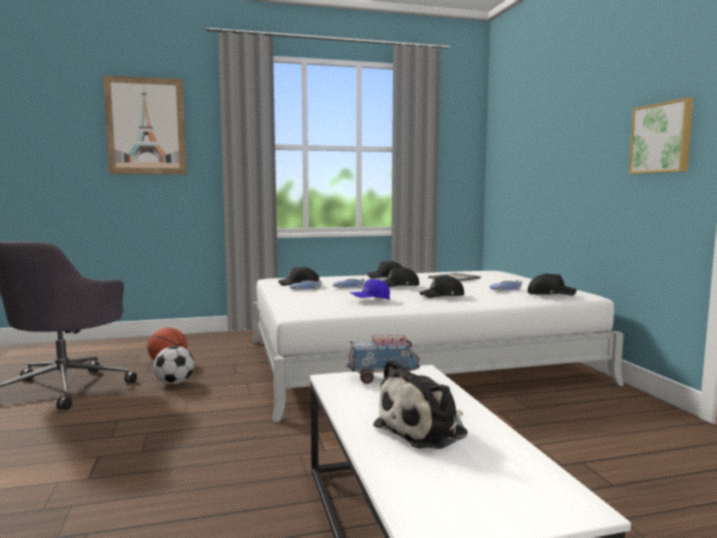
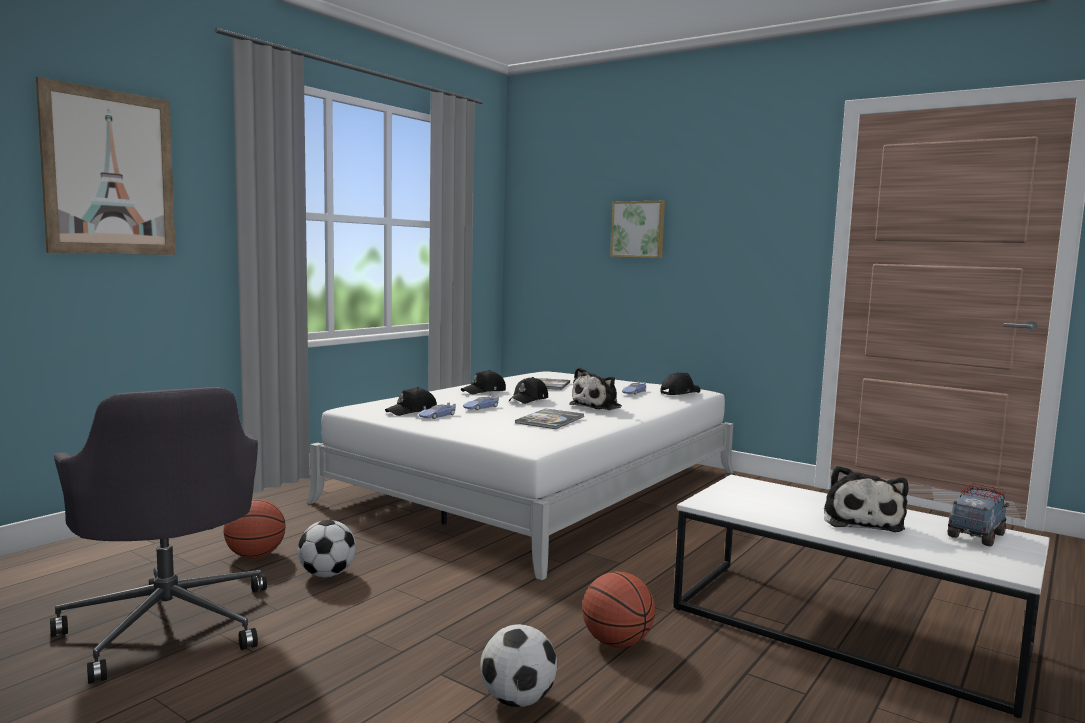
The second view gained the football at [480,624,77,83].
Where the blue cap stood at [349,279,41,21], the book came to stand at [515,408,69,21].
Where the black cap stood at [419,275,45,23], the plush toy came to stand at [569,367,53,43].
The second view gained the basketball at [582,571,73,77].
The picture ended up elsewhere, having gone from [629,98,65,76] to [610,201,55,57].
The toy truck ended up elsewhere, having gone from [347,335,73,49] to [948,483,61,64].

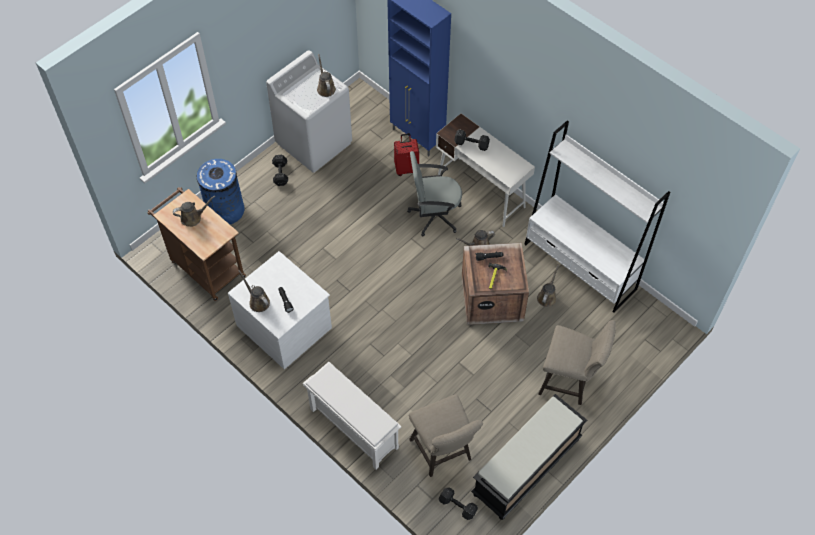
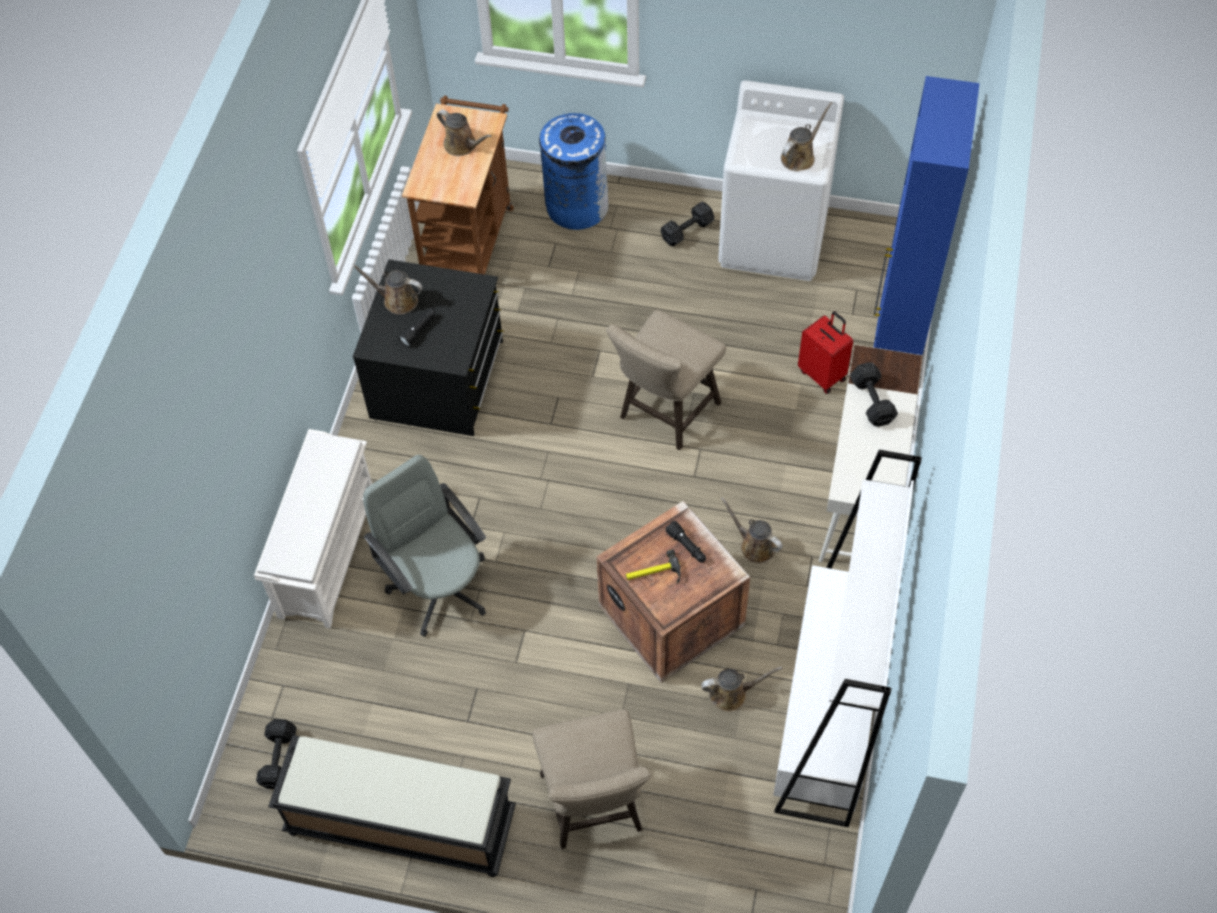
What was the white dresser at [228,251,104,118] turned into the black dresser at [353,259,151,177].
The brown watering can at [239,270,31,42] ended up facing another way, 90 degrees counterclockwise from before.
The grey office chair ended up elsewhere, having gone from [407,151,55,85] to [363,455,123,182].
The beige stool ended up elsewhere, having gone from [409,394,74,83] to [606,310,120,140].

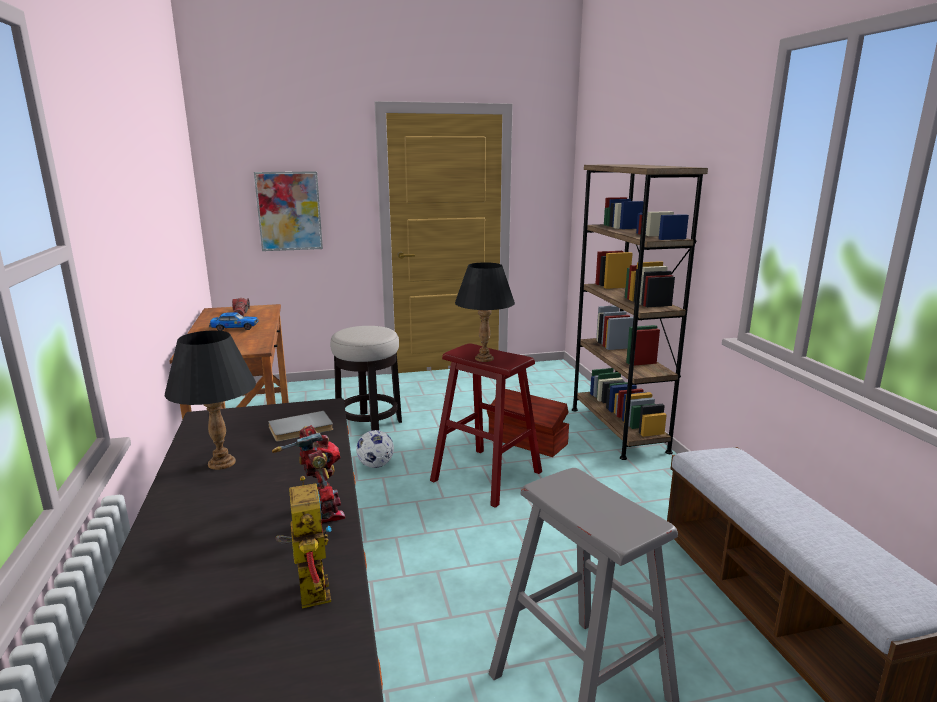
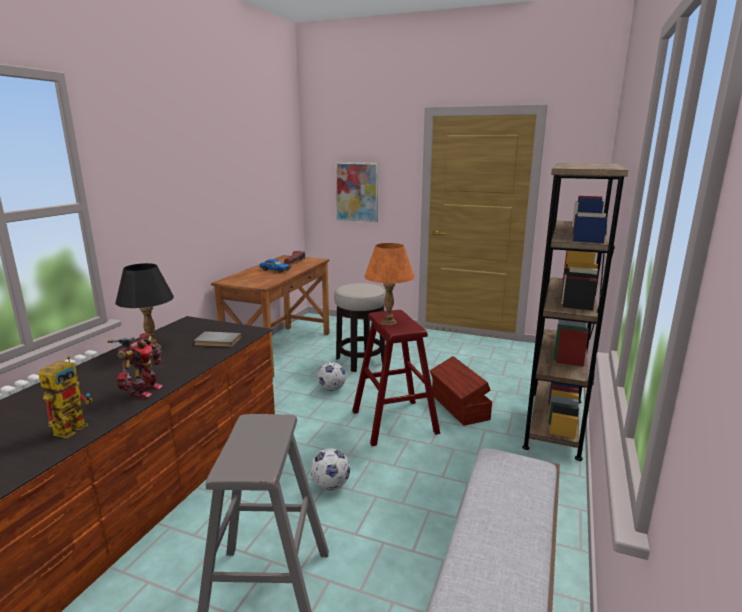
The second view gained the football at [310,449,40,41].
What was the black table lamp at [455,262,60,100] turned into the orange table lamp at [364,243,50,83].

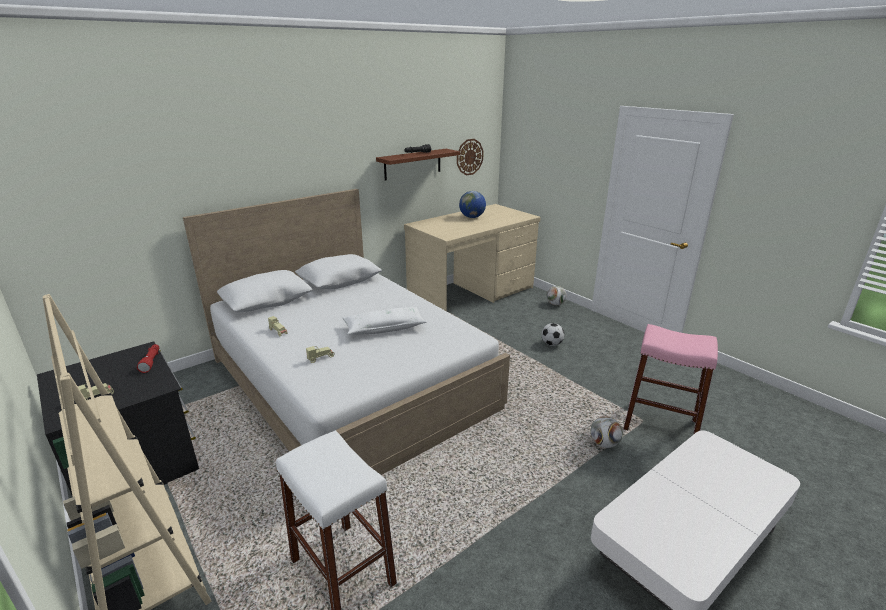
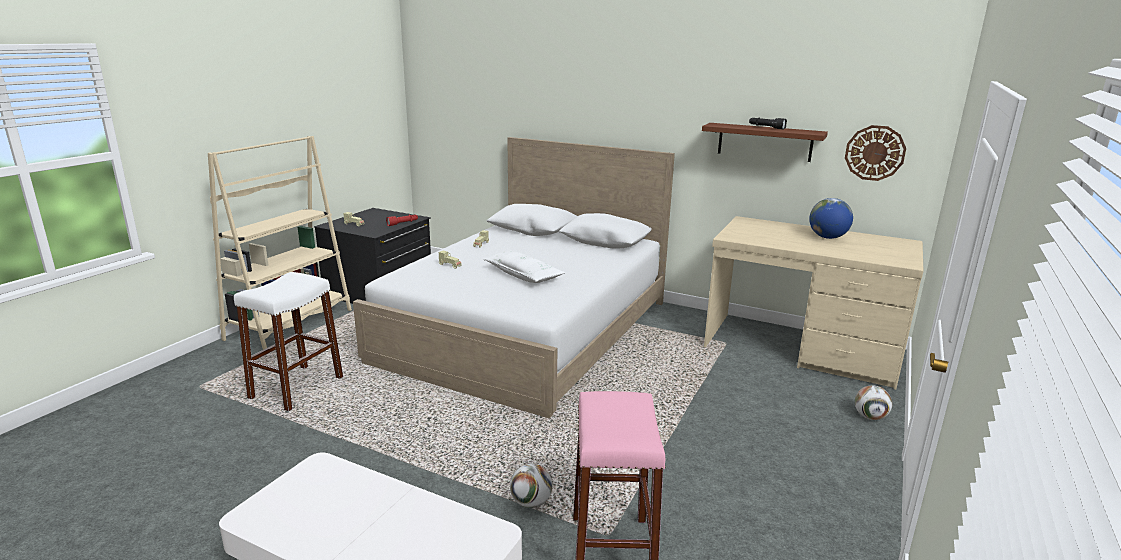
The second view lost the football at [541,323,24,23].

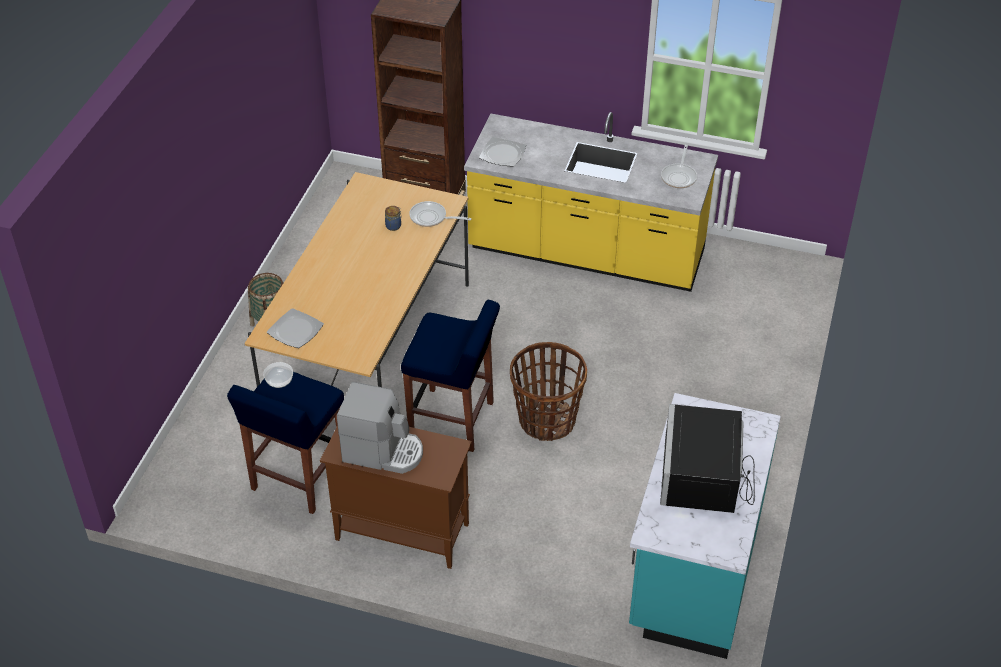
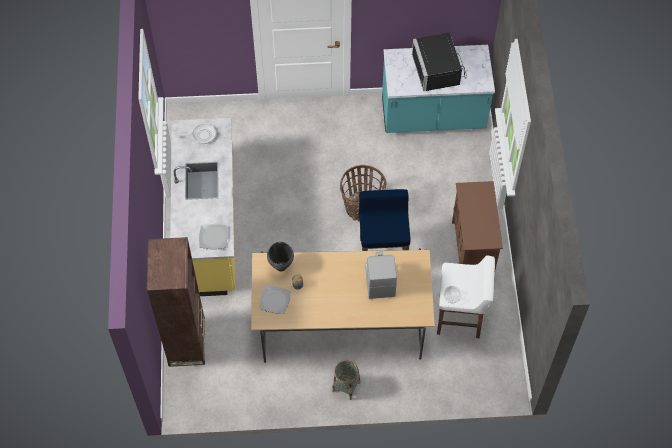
The plate ended up elsewhere, having gone from [267,308,57,40] to [259,286,32,28].
Where the frying pan stood at [409,201,63,26], the black cooking pot came to stand at [267,242,27,29].
The coffee machine ended up elsewhere, having gone from [337,382,86,92] to [365,252,32,47].
The black microwave at [660,404,95,109] ended up facing another way, 90 degrees clockwise from before.
What was the blue stool at [227,372,117,142] turned into the white stool at [437,256,58,82].

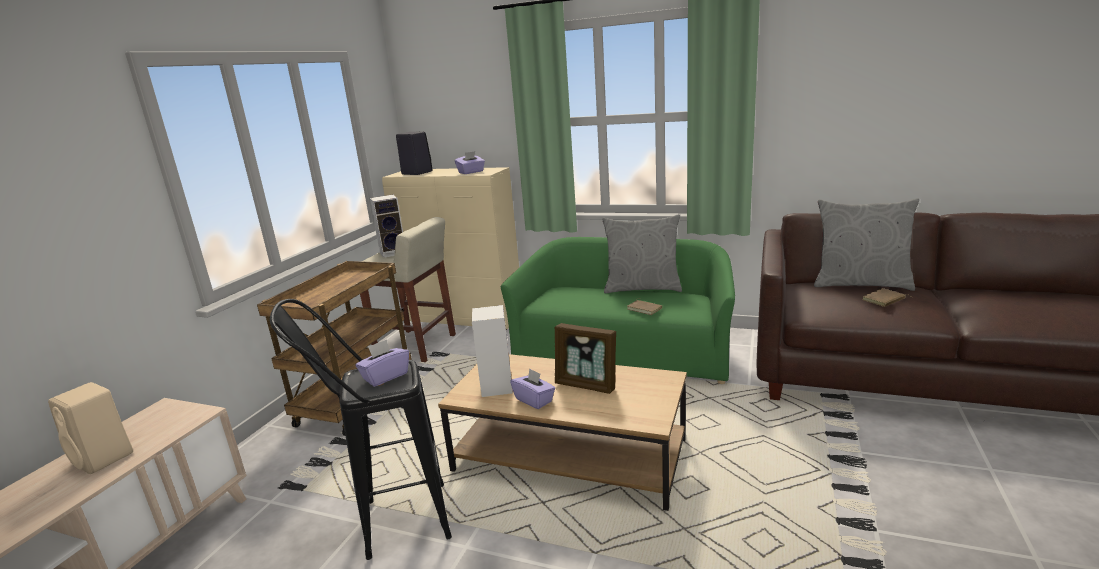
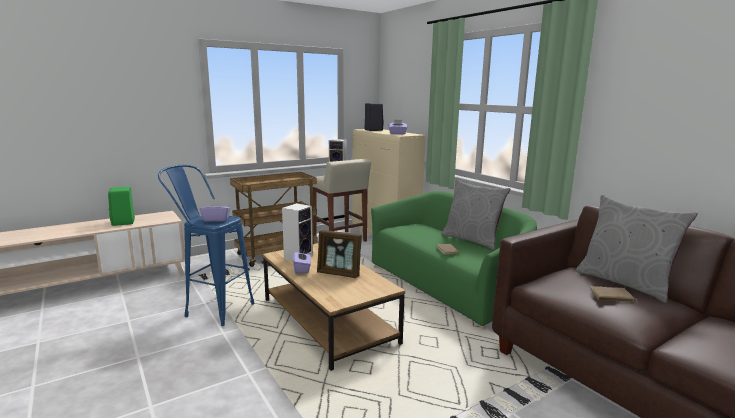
What was the beige speaker at [48,382,85,92] turned into the green speaker at [108,187,27,39].
What was the black stool at [270,299,182,261] turned into the blue stool at [158,165,97,161].
The picture frame at [555,323,61,71] ended up facing another way, 45 degrees counterclockwise from before.

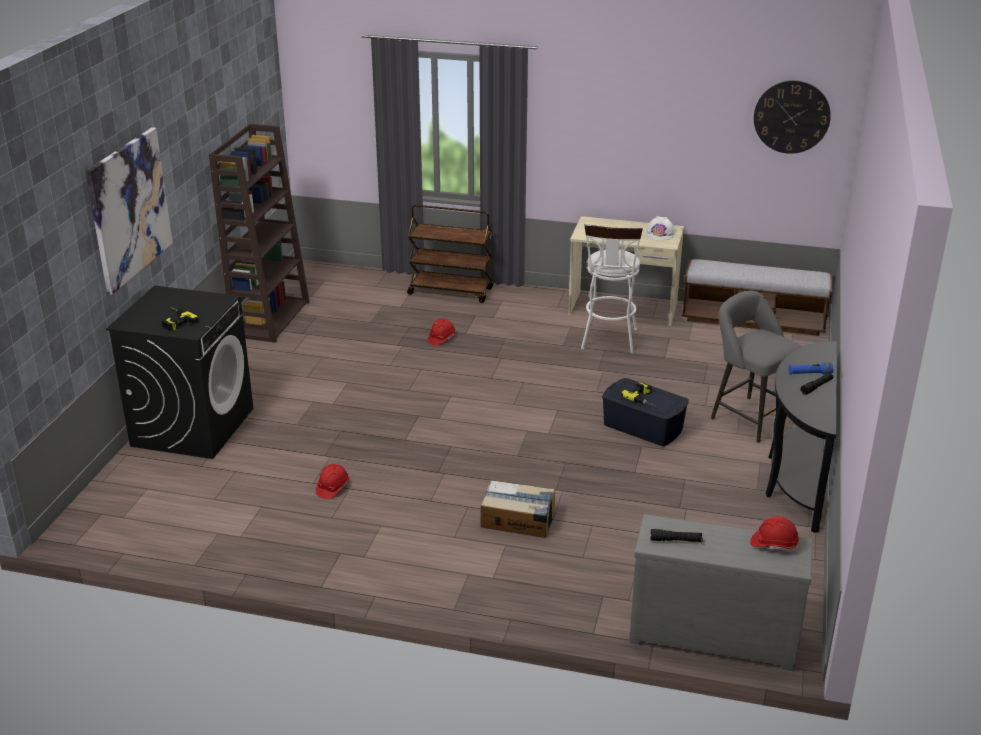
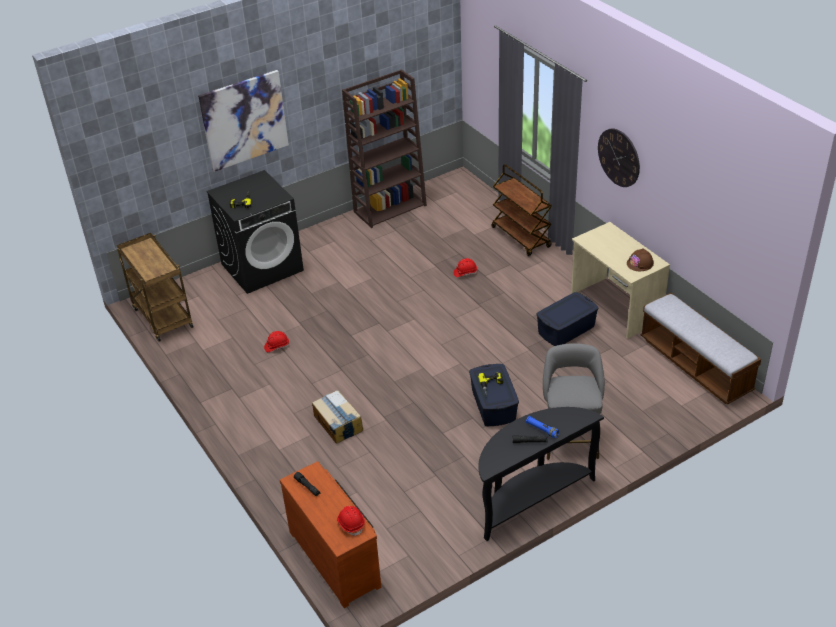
The second view gained the brown cart at [117,233,76,109].
What was the grey dresser at [629,514,184,157] turned into the brown dresser at [280,461,101,147].
Where the white stool stood at [581,224,62,129], the blue storage box came to stand at [536,292,62,54].
The wall clock ended up elsewhere, having gone from [754,80,77,74] to [598,128,42,59].
What was the white hard hat at [645,216,30,25] turned into the brown hard hat at [627,248,27,23].

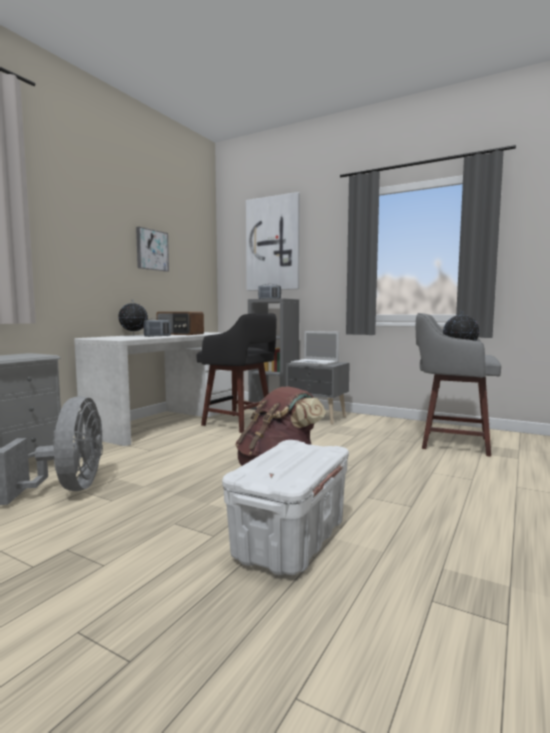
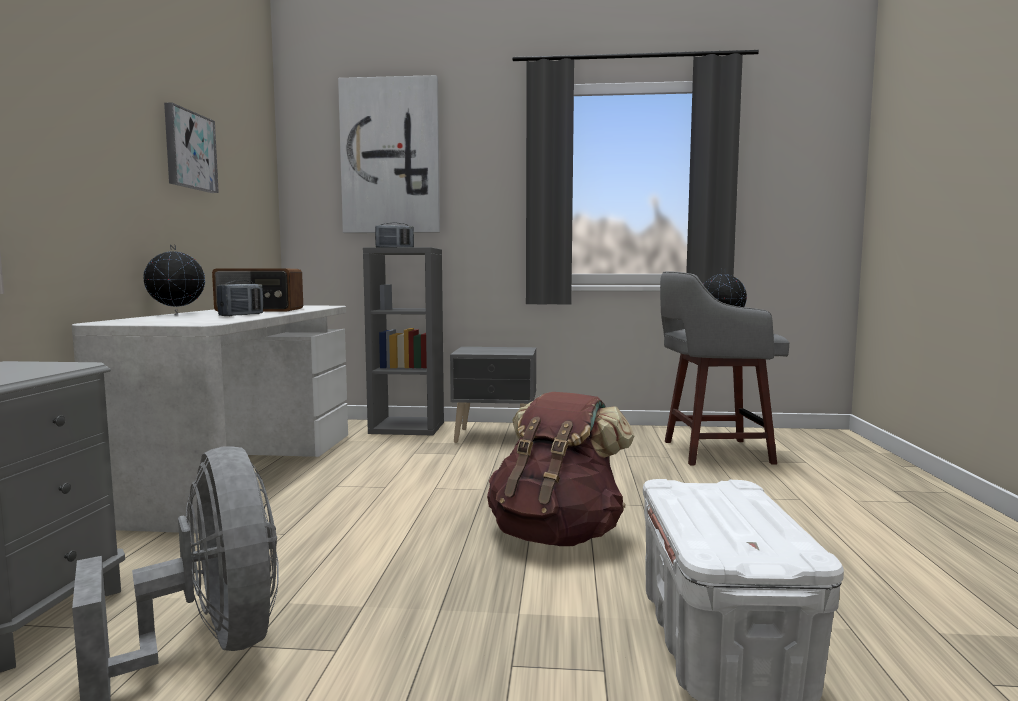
The second view lost the black stool at [196,313,81,120].
The second view lost the laptop at [291,331,48,35].

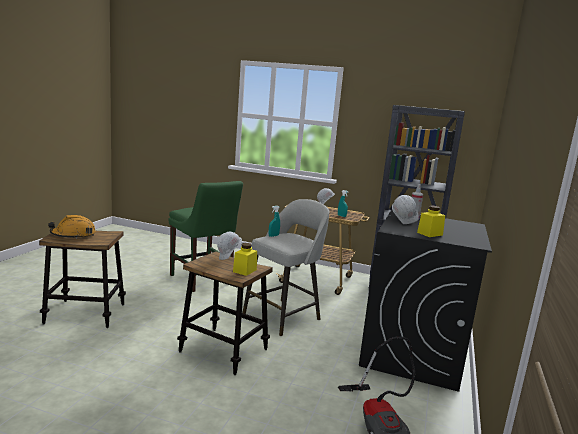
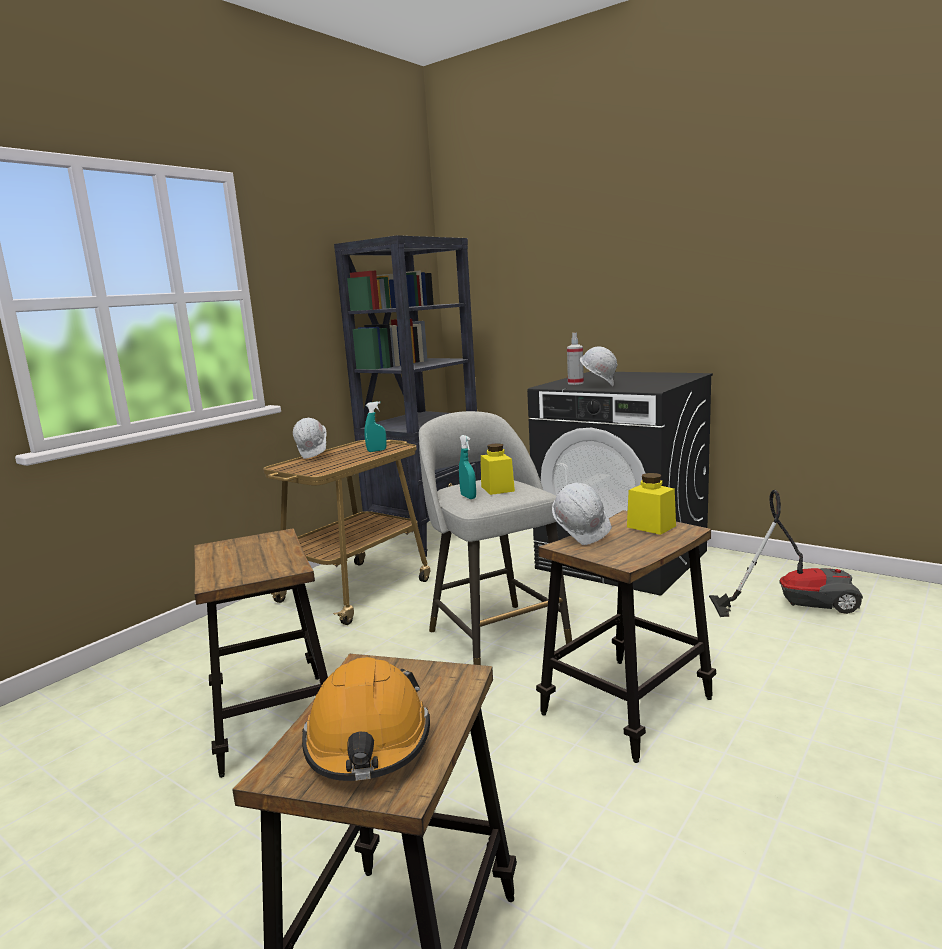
Where the green chair stood at [169,181,74,111], the stool came to stand at [194,528,134,250].
The yellow jar ended up elsewhere, having gone from [417,206,28,31] to [481,444,34,51].

